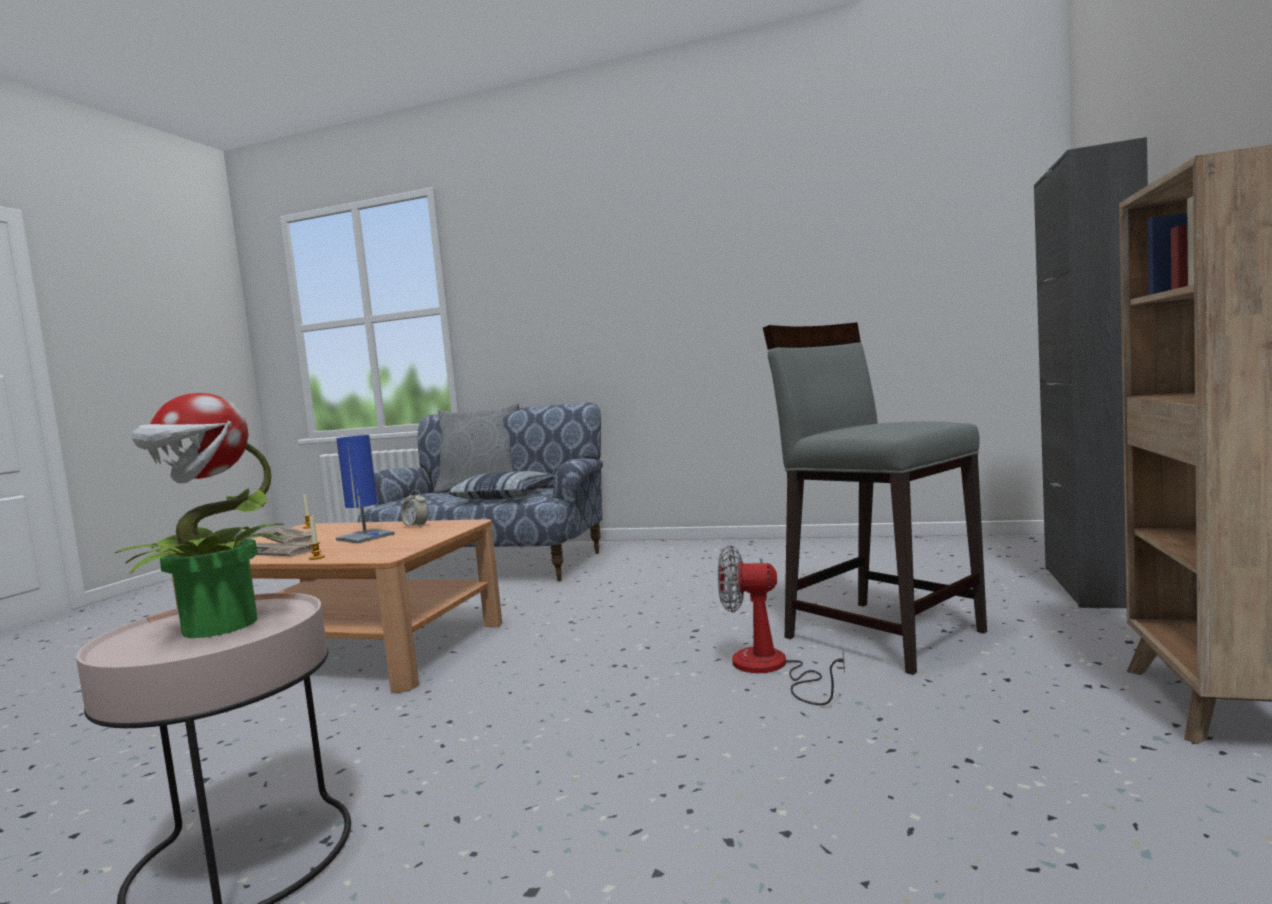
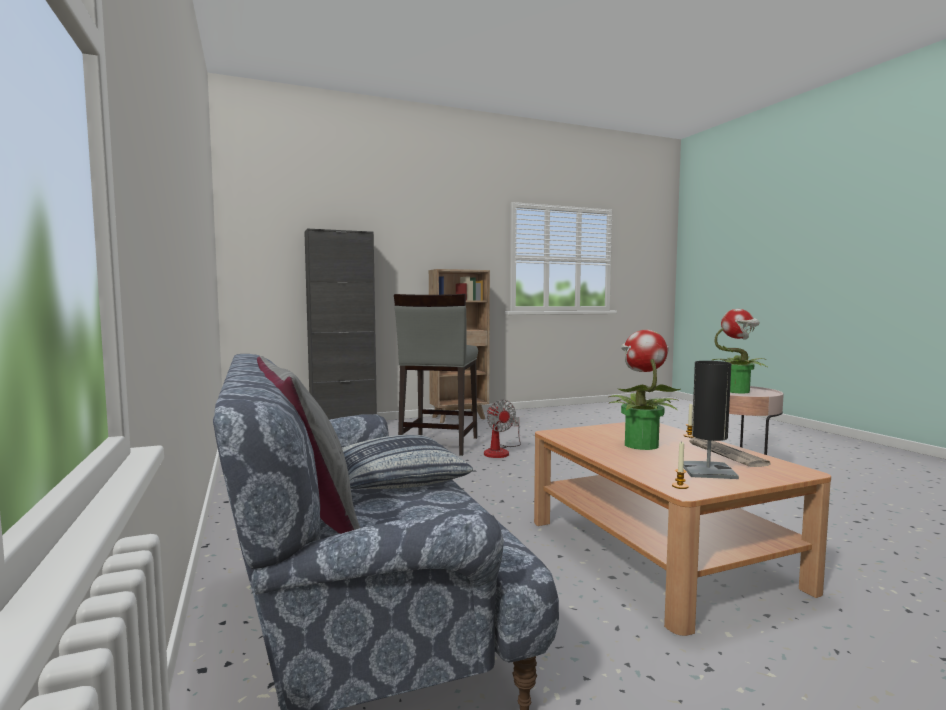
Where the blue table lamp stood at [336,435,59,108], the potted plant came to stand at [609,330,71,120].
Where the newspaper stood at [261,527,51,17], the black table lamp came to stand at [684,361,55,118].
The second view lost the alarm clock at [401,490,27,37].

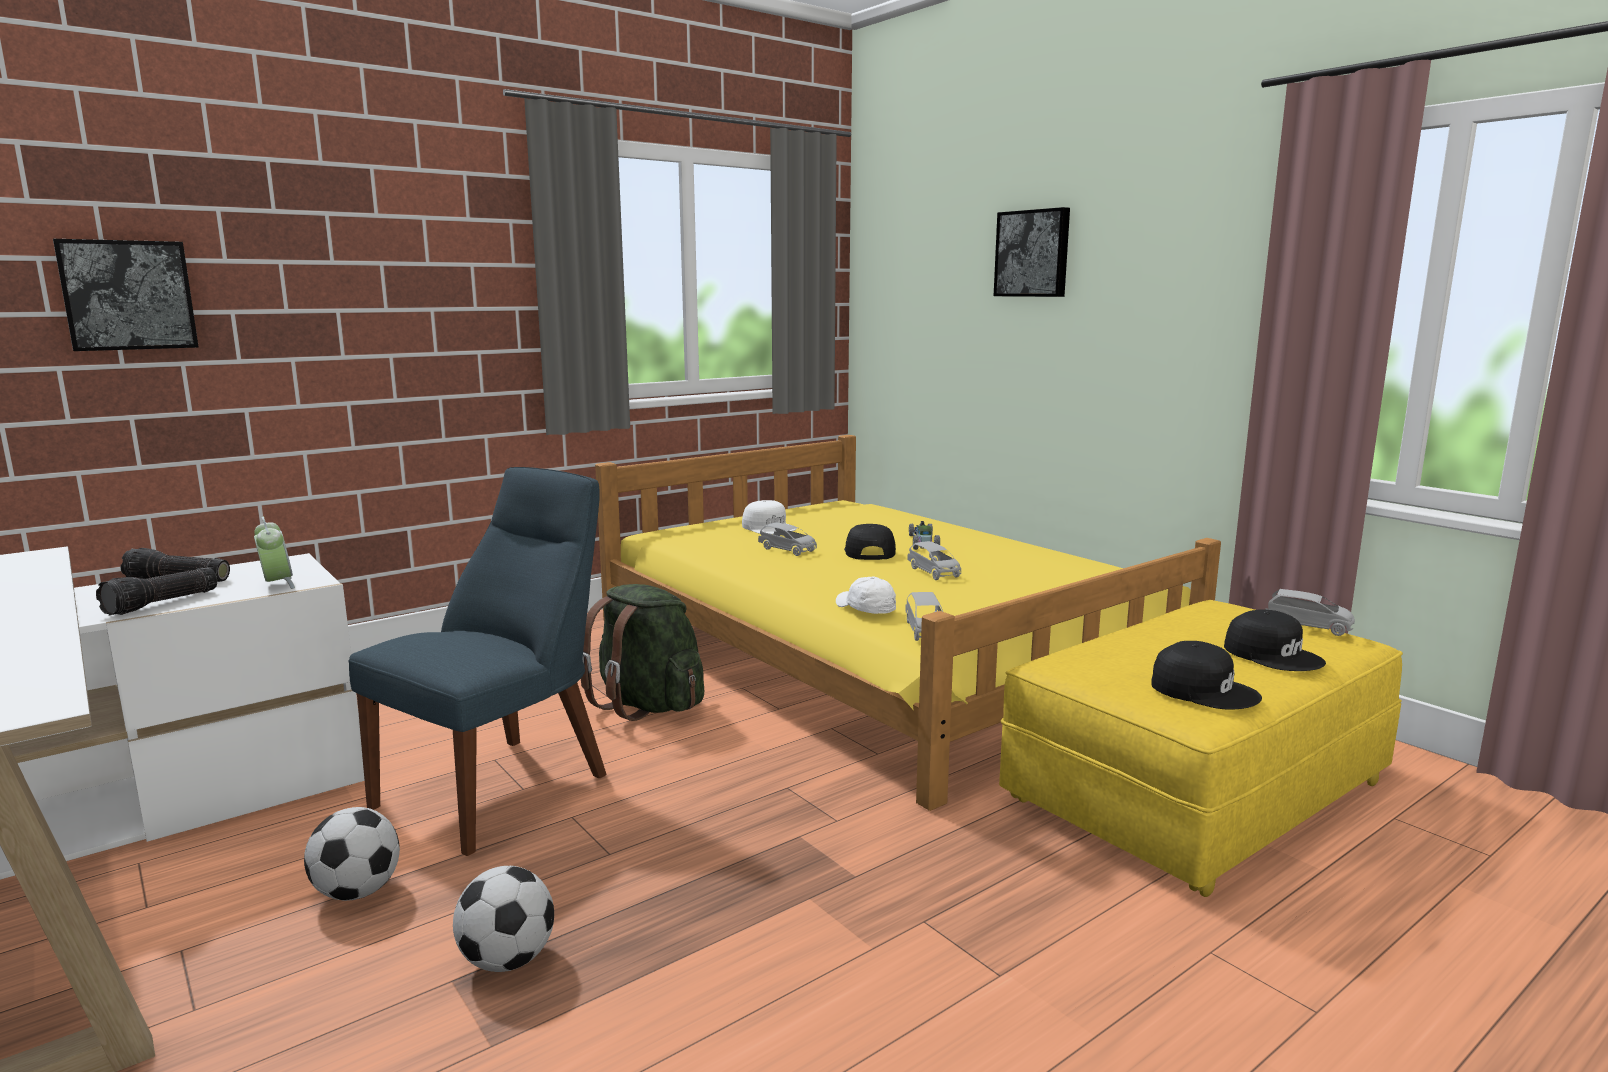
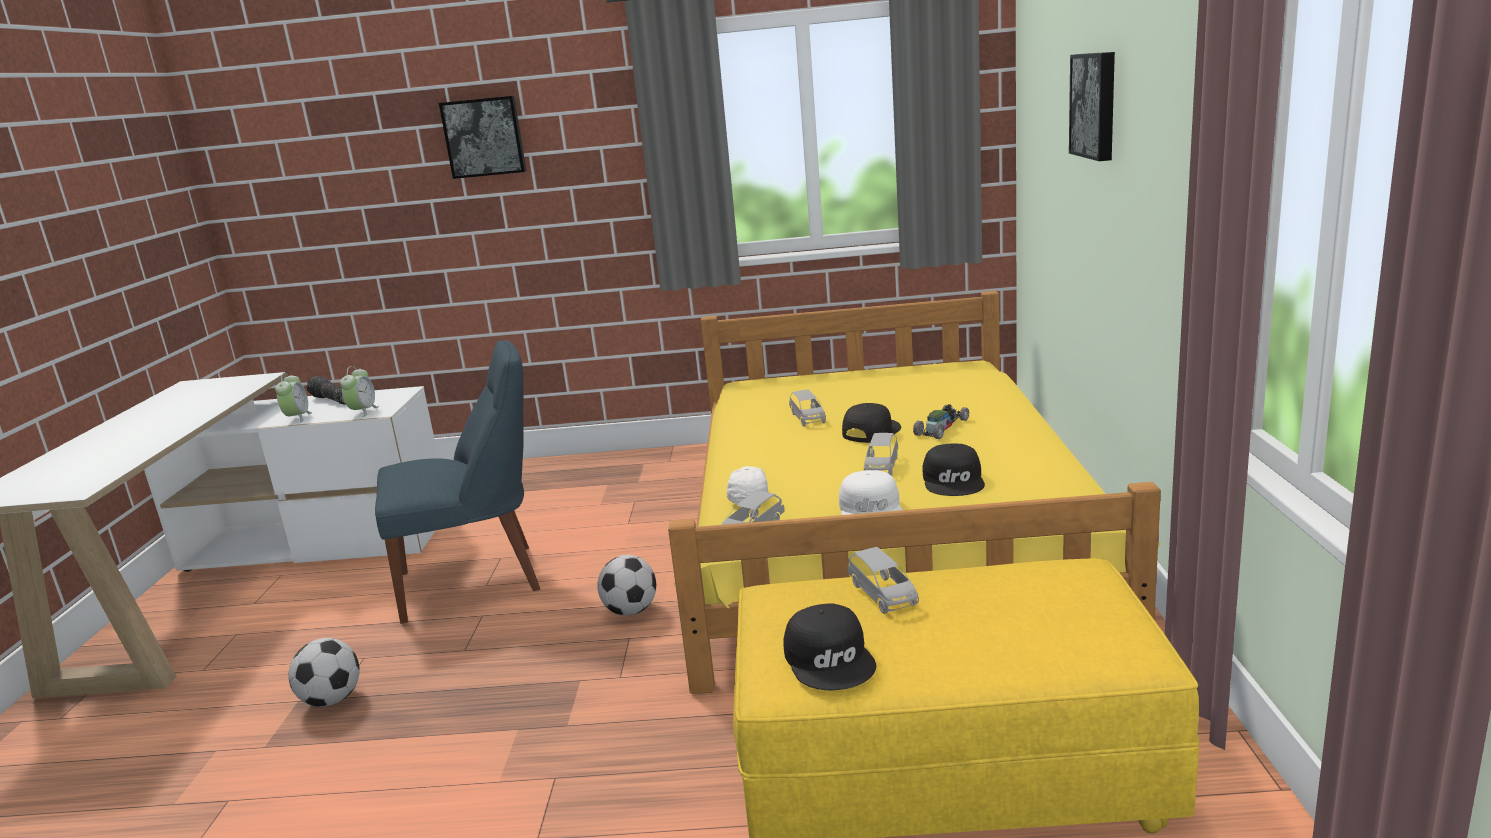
Where the flashlight stood at [96,568,121,47], the alarm clock came to stand at [275,372,37,51].
The picture ended up elsewhere, having gone from [53,239,146,112] to [439,96,87,83].
The football ended up elsewhere, having gone from [304,807,96,94] to [597,555,59,61].
The white cap ended up elsewhere, having gone from [742,500,55,34] to [839,470,63,45].
The grey toy car ended up elsewhere, having gone from [1265,589,90,47] to [847,547,72,67].
The black cap ended up elsewhere, having gone from [1224,609,102,62] to [922,444,63,52].
The second view lost the green backpack at [581,584,123,137].

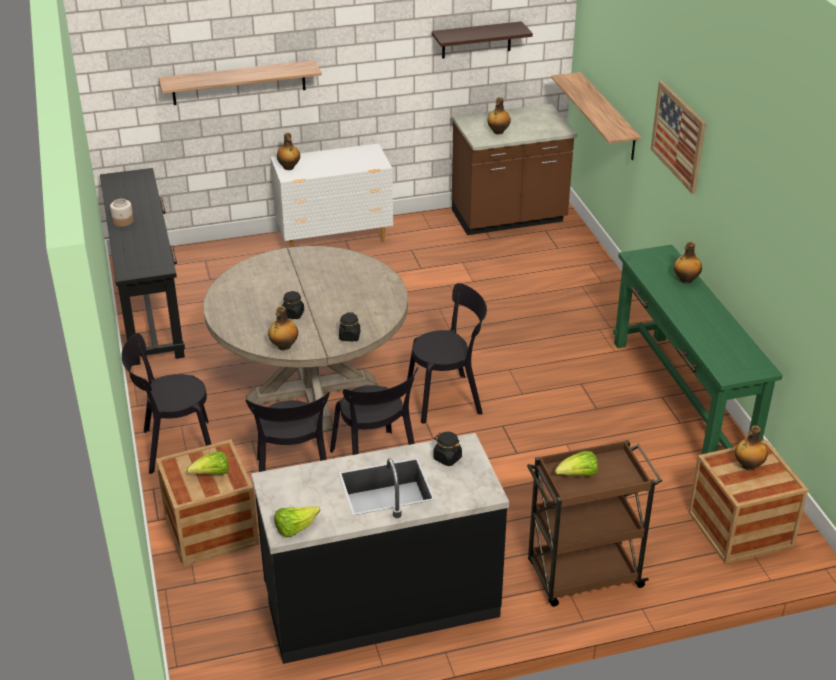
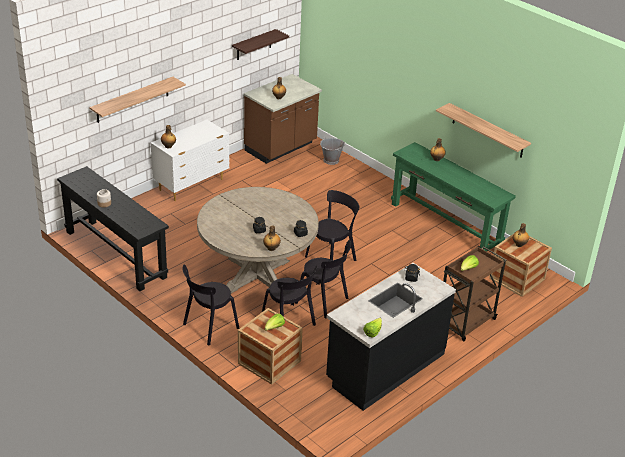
The second view gained the grey bucket at [320,137,25,28].
The shelf ended up elsewhere, having gone from [551,72,90,88] to [436,103,95,55].
The second view lost the picture at [651,81,55,113].

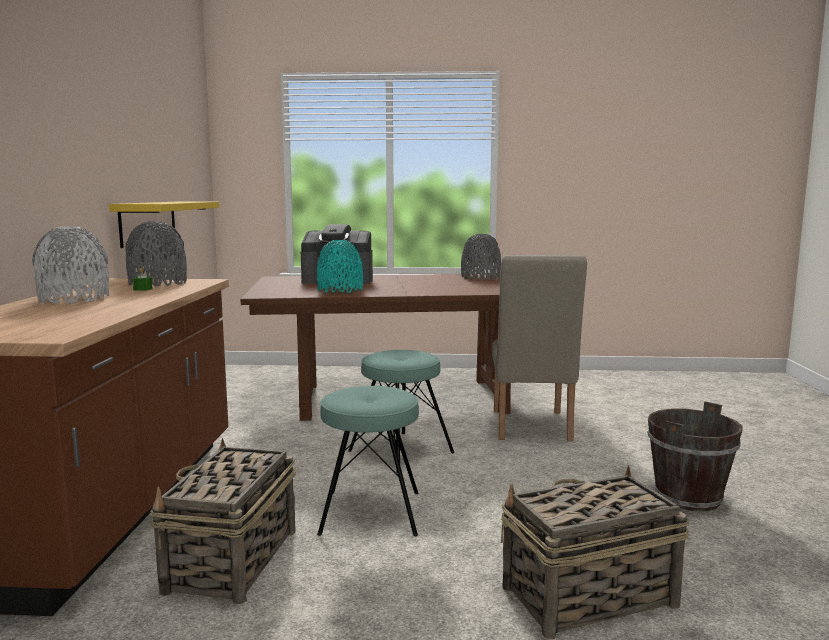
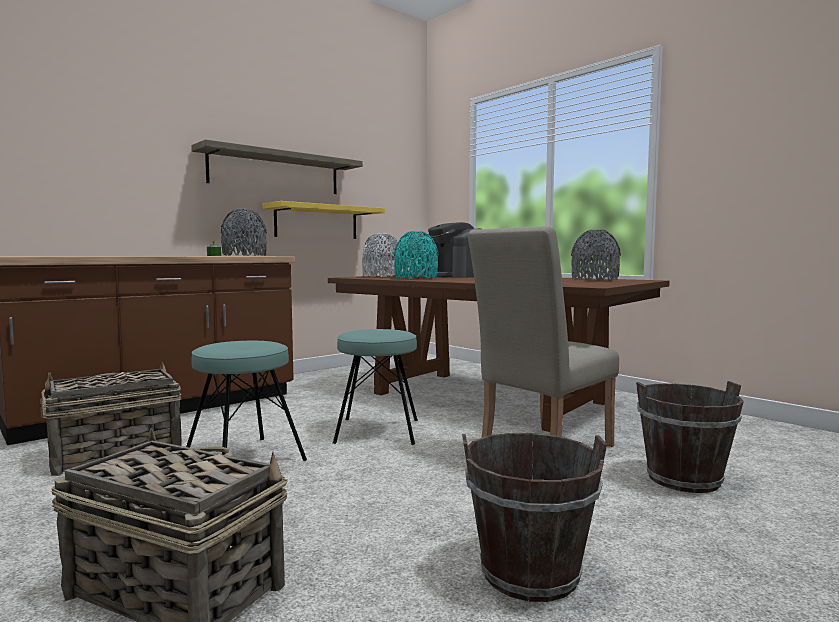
The second view gained the shelf at [191,139,172,55].
The grey vase ended up elsewhere, having gone from [32,227,77,77] to [362,233,38,44].
The second view gained the brown bucket at [636,381,108,112].

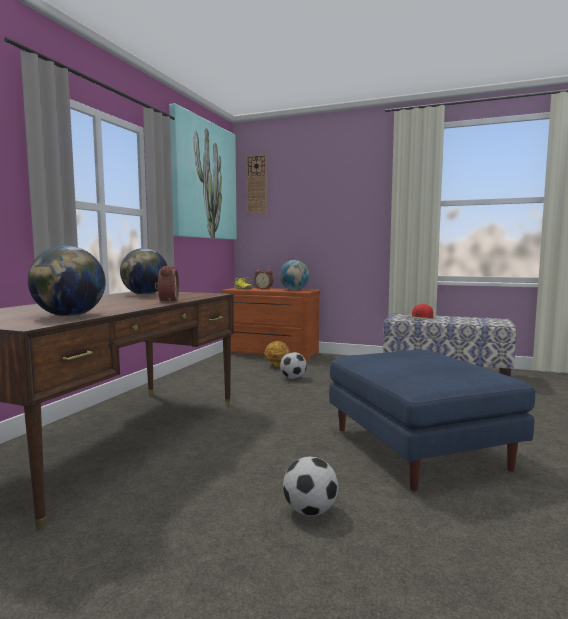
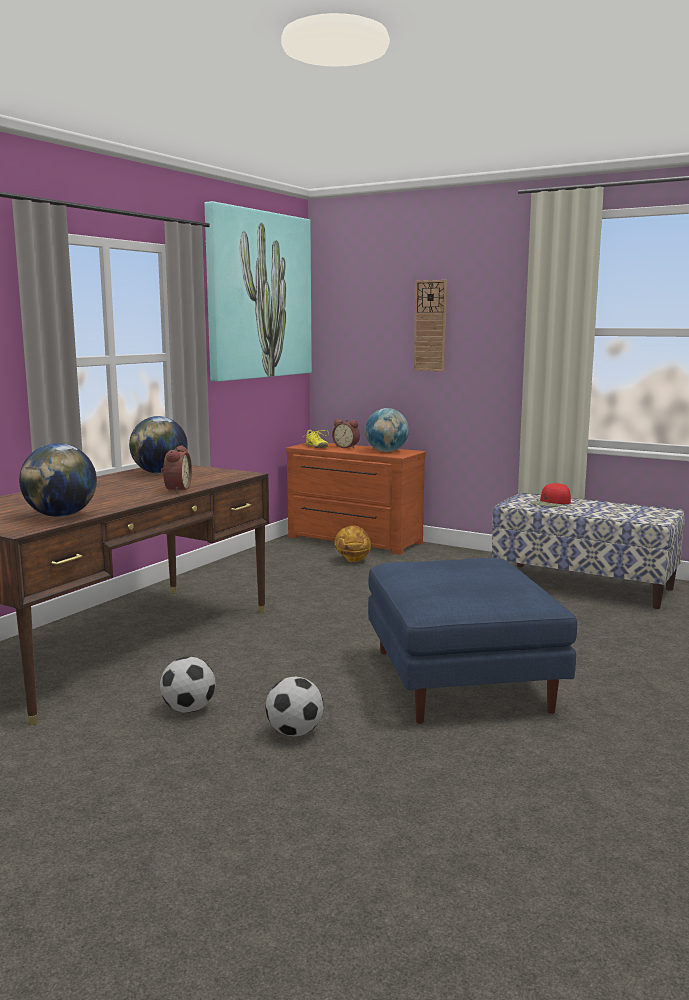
The football ended up elsewhere, having gone from [280,352,27,27] to [160,657,55,55].
The wall clock ended up elsewhere, having gone from [246,154,21,60] to [414,280,33,91].

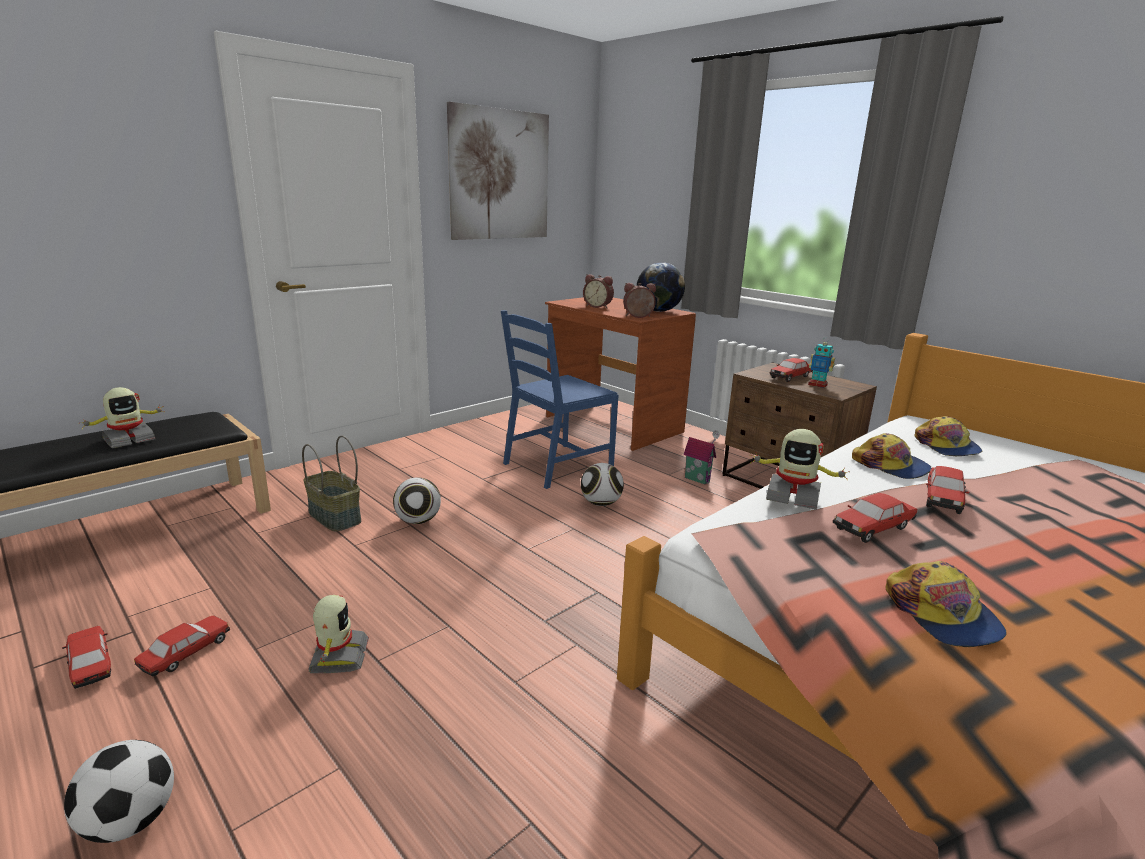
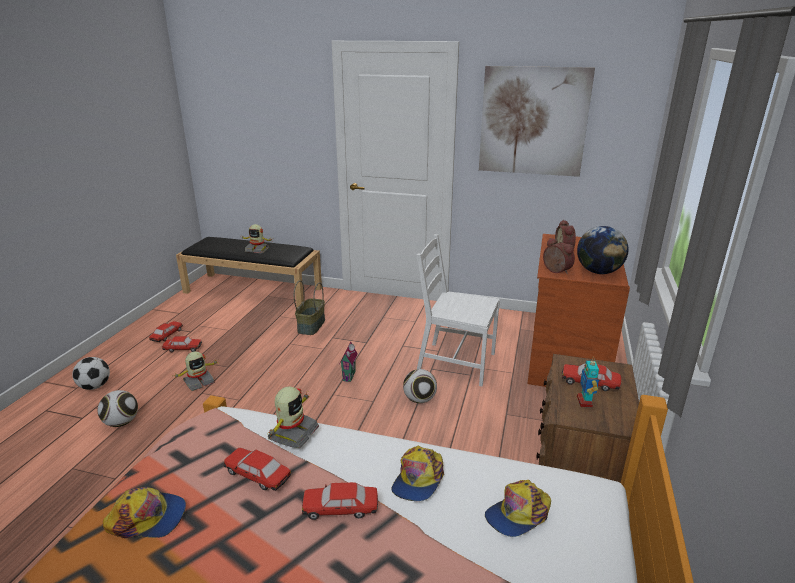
The football ended up elsewhere, having gone from [393,477,48,47] to [98,390,40,37].
The cap at [885,561,122,86] ended up facing another way, 135 degrees counterclockwise from before.
The toy robot at [750,429,100,81] ended up facing another way, 150 degrees counterclockwise from before.
The toy house ended up elsewhere, having gone from [683,430,36,54] to [339,342,19,40].
What was the blue chair at [501,310,117,179] turned into the white chair at [417,234,83,152].

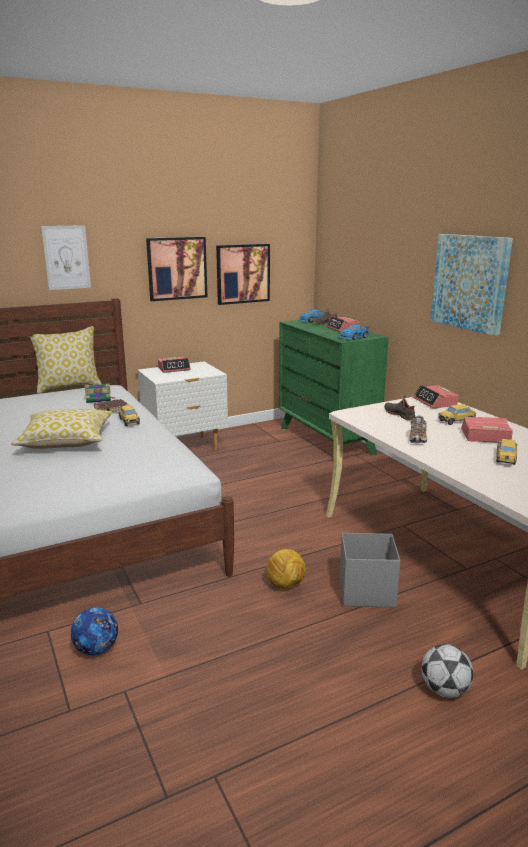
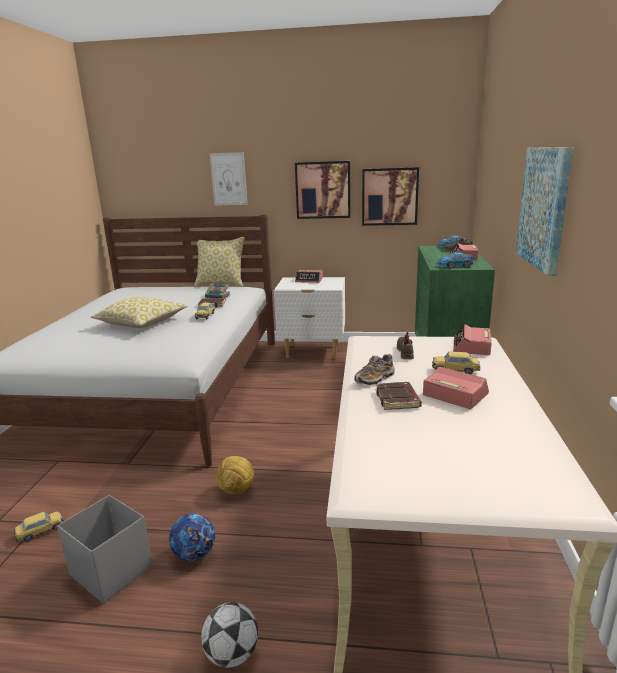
The toy car ended up elsewhere, having gone from [496,439,21,26] to [14,511,50,31].
The grey storage box ended up elsewhere, having gone from [340,533,60,75] to [57,495,96,109].
The football ended up elsewhere, having gone from [71,607,47,49] to [169,513,46,48].
The second view gained the brown book at [376,382,46,28].

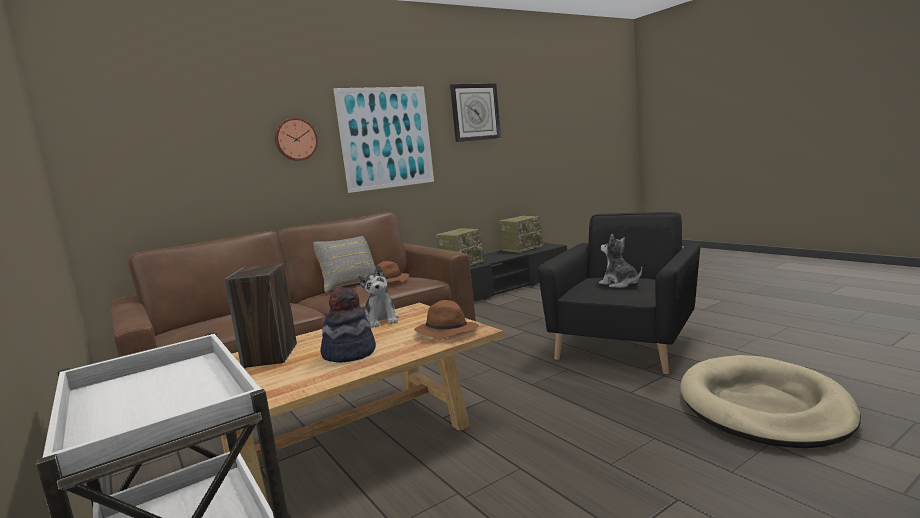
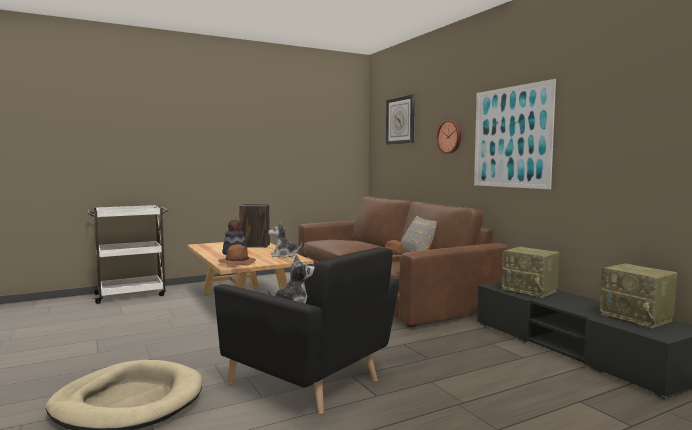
The wall clock ended up elsewhere, having gone from [450,83,51,59] to [386,95,29,50].

